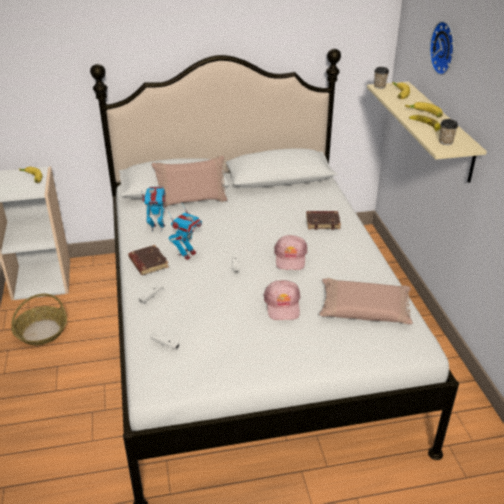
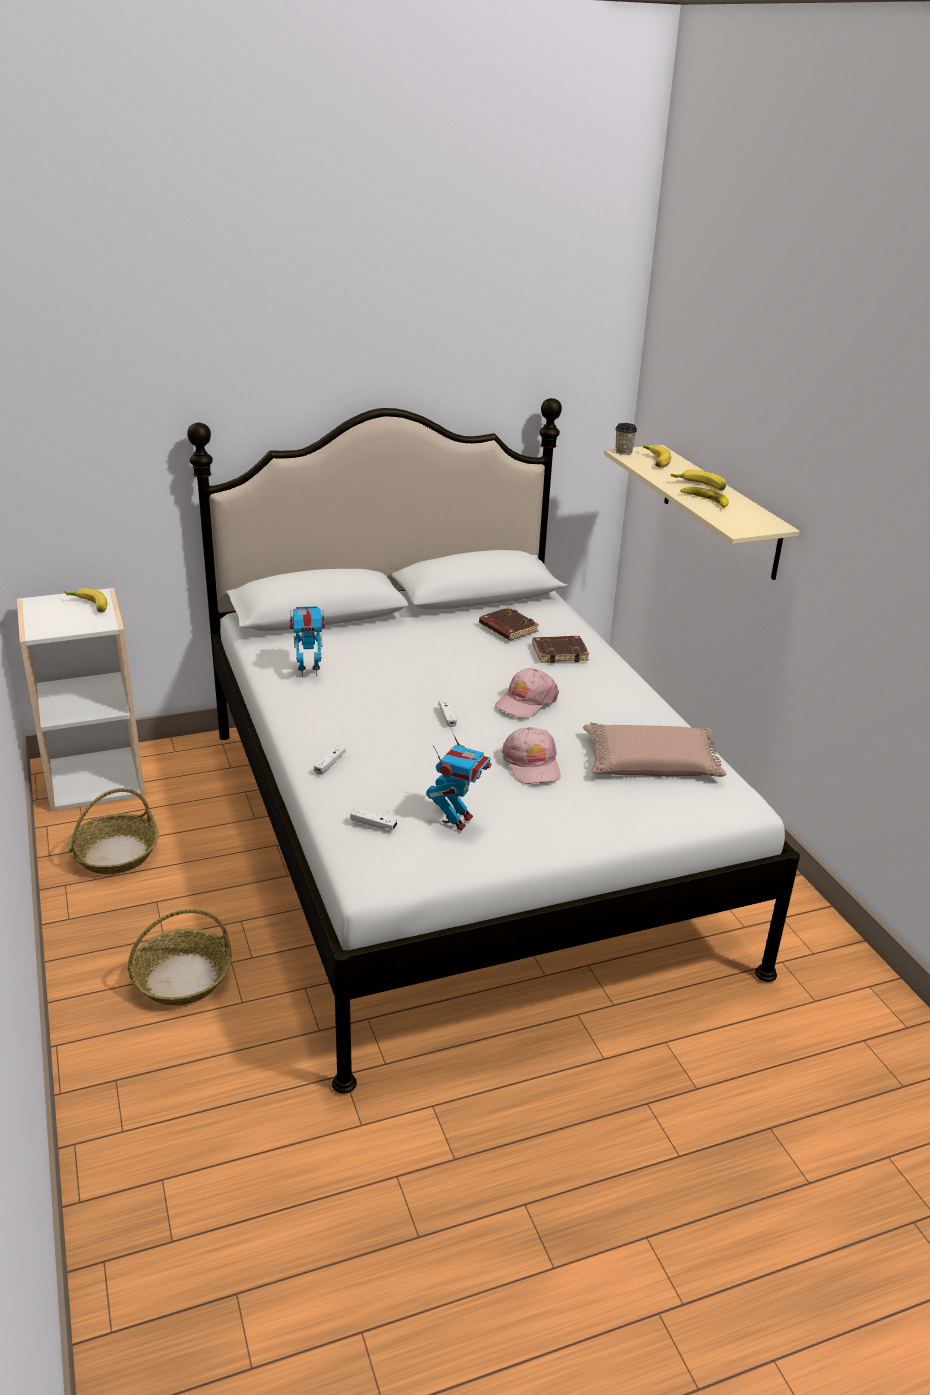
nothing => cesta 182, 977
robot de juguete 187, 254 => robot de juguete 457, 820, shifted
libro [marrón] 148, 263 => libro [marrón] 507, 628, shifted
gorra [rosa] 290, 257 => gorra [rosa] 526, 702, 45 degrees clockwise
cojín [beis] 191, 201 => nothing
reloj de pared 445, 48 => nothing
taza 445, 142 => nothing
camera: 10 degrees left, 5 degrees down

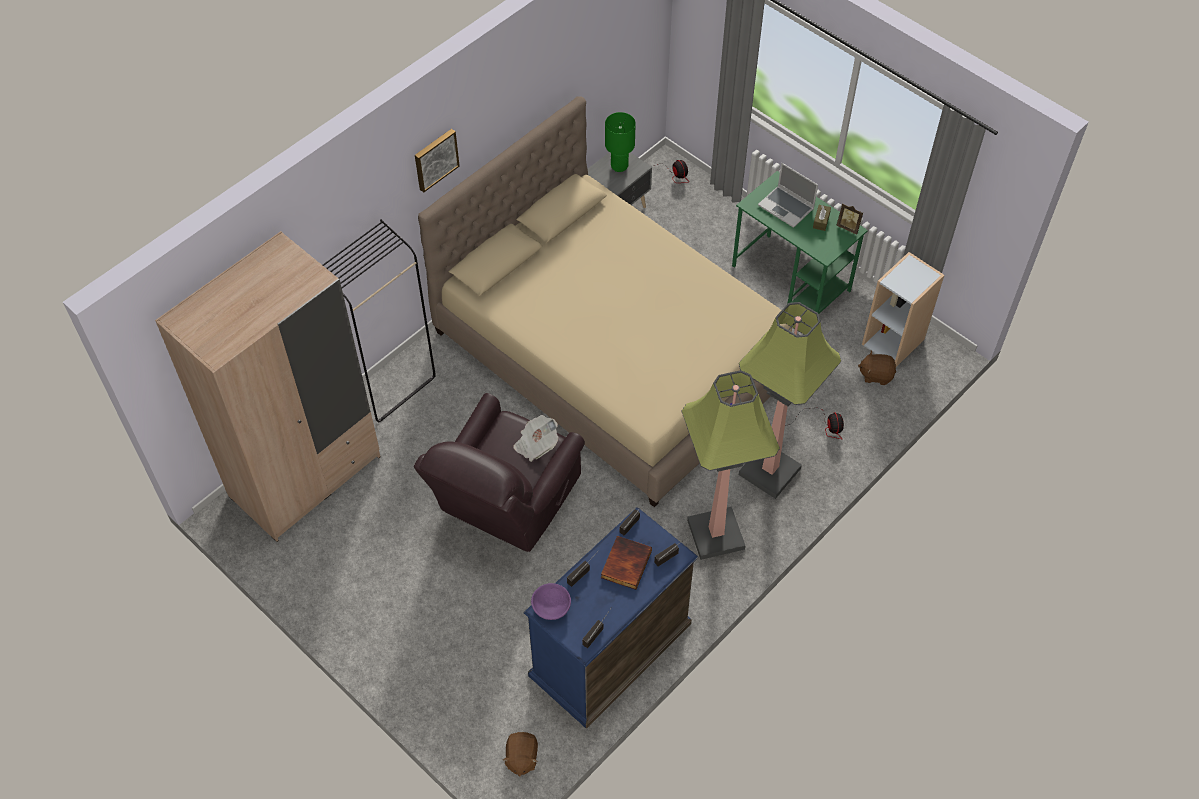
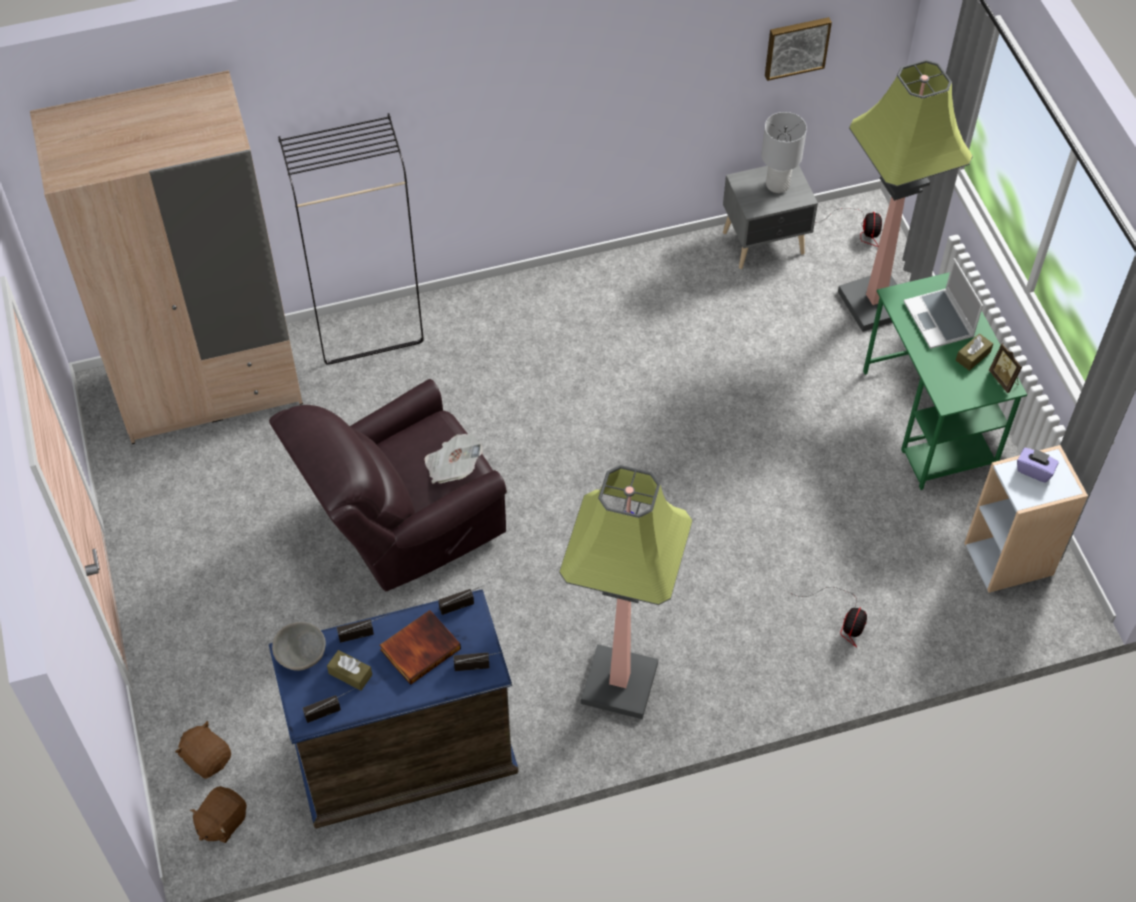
peluche [marrón] 876, 375 => peluche [marrón] 207, 758, shifted
cuenco [morado] 552, 607 => cuenco [gris] 302, 654
nothing => caja de pañuelos [marrón] 350, 674
lámpara de mesa [verde] 619, 167 => lámpara de mesa [gris] 777, 187
cuadro 435, 159 => cuadro 796, 46, shifted
lámpara de pie 769, 472 => lámpara de pie 874, 304, shifted
nothing => caja de pañuelos [morado] 1034, 470
cama [beis] 613, 353 => nothing
camera: 30 degrees right, 0 degrees up

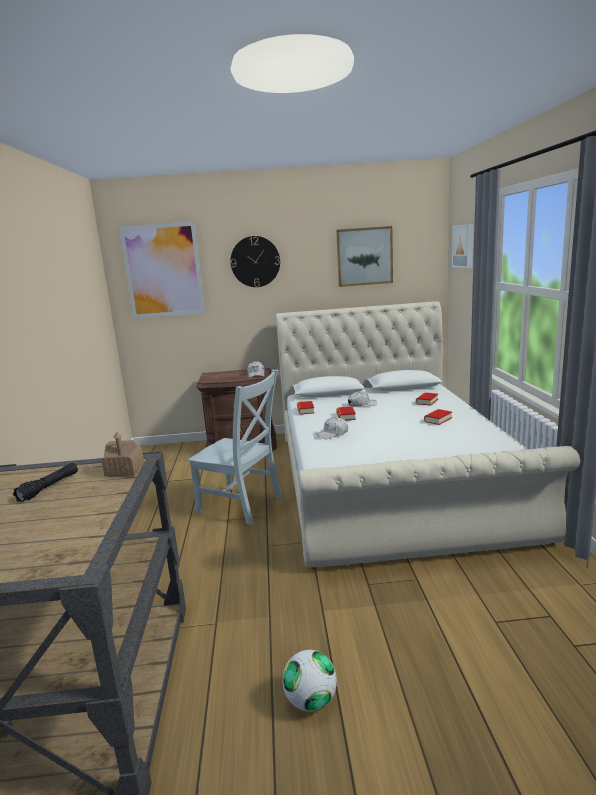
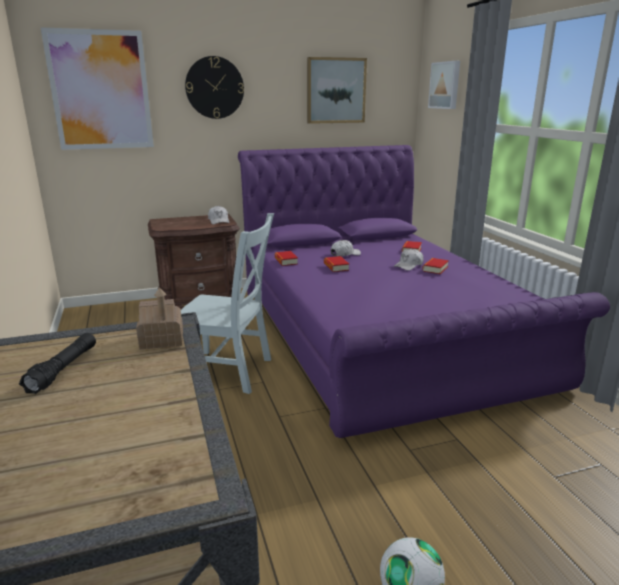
cama [beis] 389, 478 => cama [morado] 379, 332
gorra [blanco] 332, 434 => gorra [blanco] 409, 265, shifted
camera: 15 degrees left, 5 degrees up

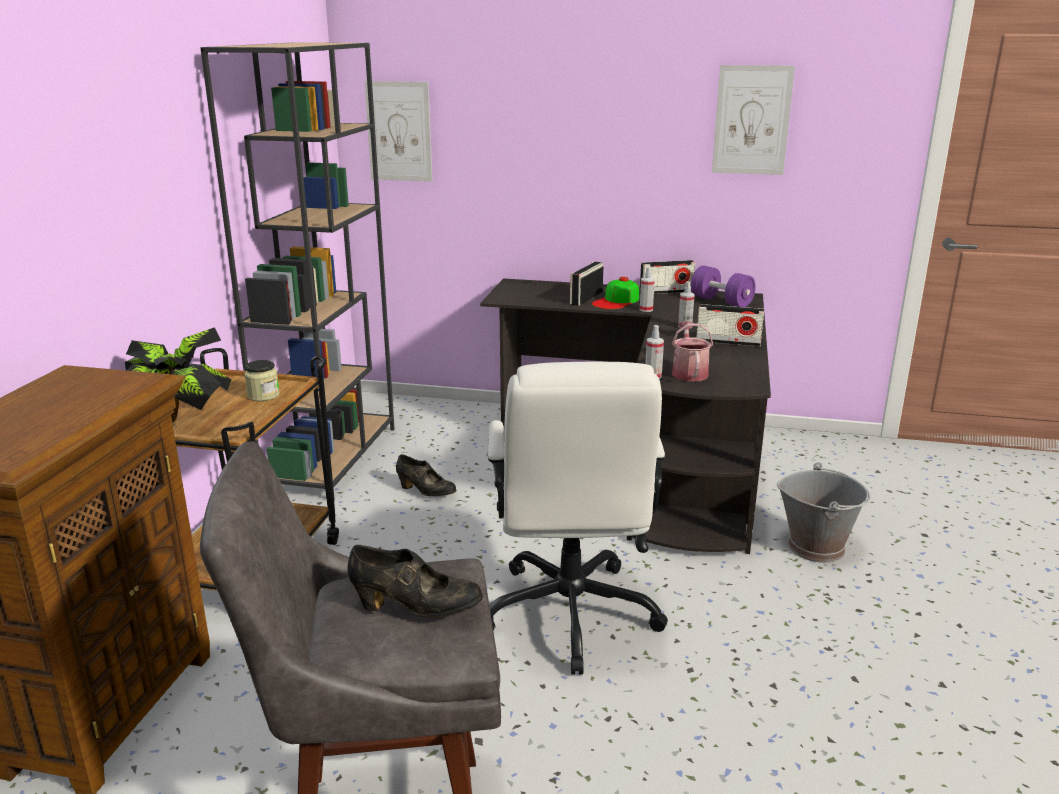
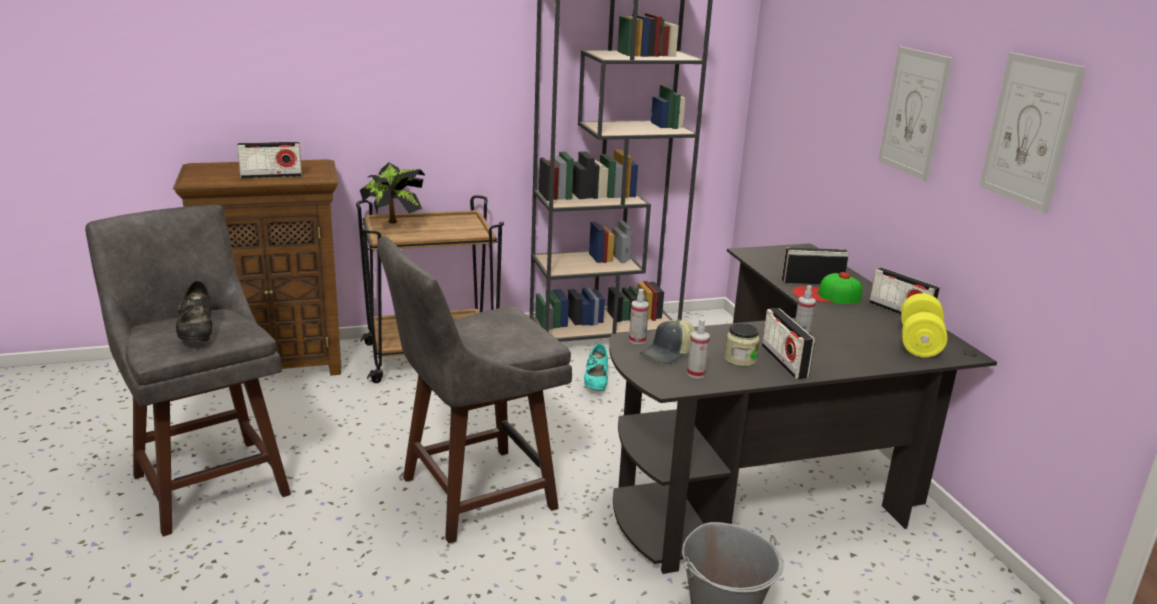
nothing => radio 271, 176
silla de oficina [blanco] 571, 620 => taburete [gris] 472, 494
zapato [negro] 426, 492 => zapato [turquesa] 596, 383
regadera 689, 372 => gorra 669, 354
pulverizador 646, 309 => pulverizador 696, 373, shifted
tarro 263, 395 => tarro 740, 360, shifted
cuadro 399, 131 => cuadro 914, 112, shifted
mancuerna [morado] 721, 301 => mancuerna [amarillo] 919, 342
camera: 60 degrees right, 0 degrees up

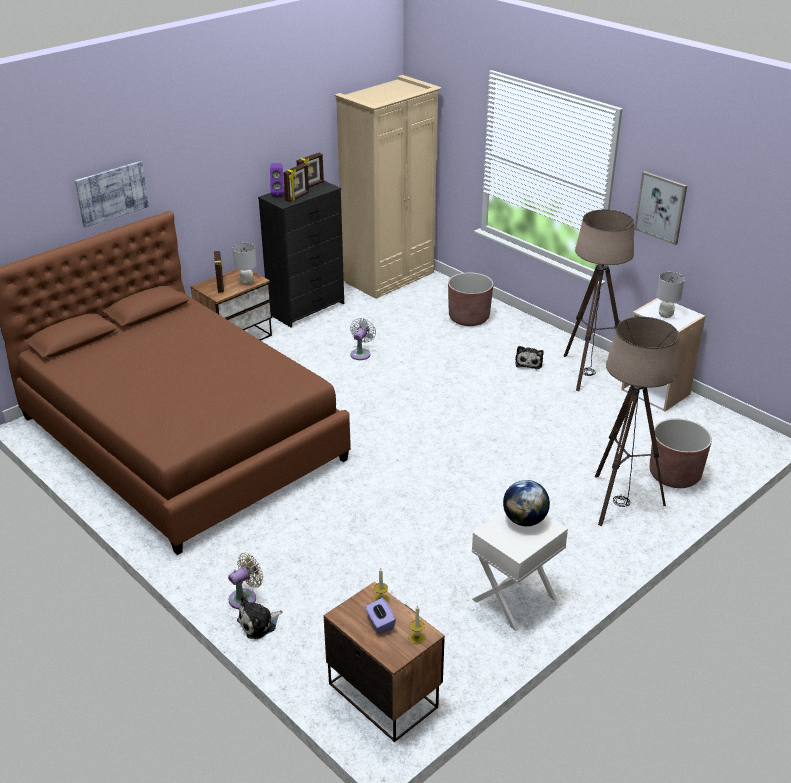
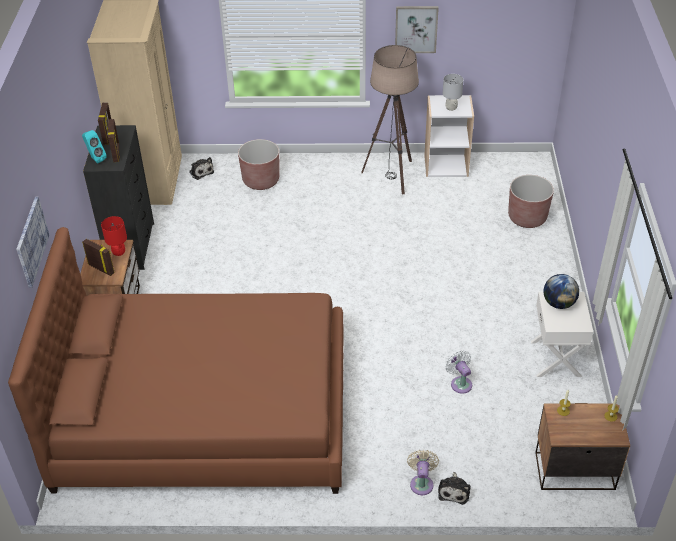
altavoz [morado] 278, 194 => altavoz [turquesa] 95, 159
lámpara de mesa [gris] 247, 282 => lámpara de mesa [rojo] 119, 252
peluche 529, 362 => peluche 201, 171, shifted
ventilador [blanco] 361, 353 => ventilador [blanco] 460, 383, shifted
caja de pañuelos [morado] 380, 623 => nothing
lámpara de pie 620, 501 => nothing
camera: 45 degrees left, 10 degrees up

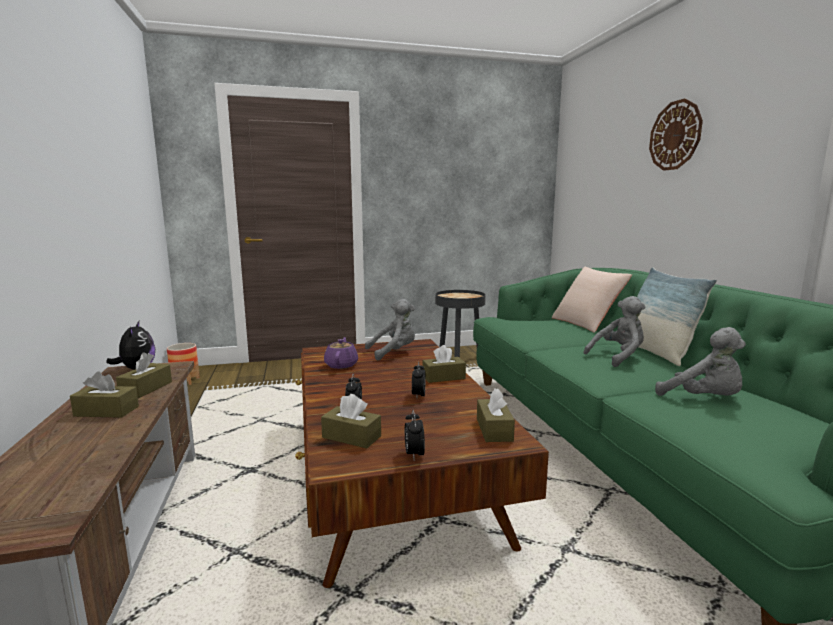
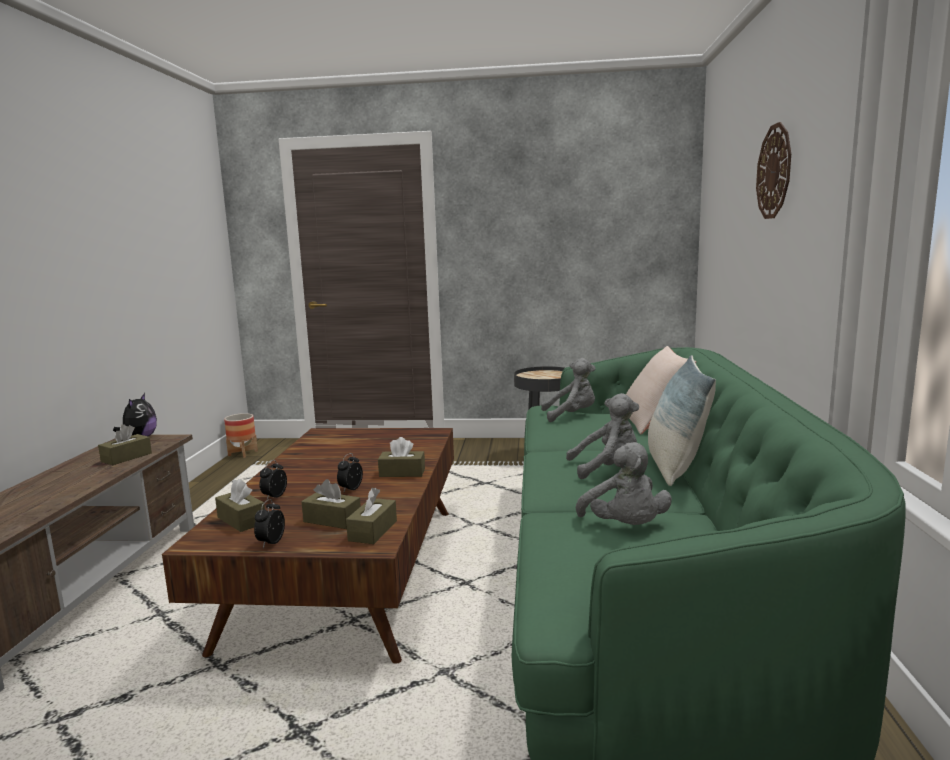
caja de pañuelos [marrón] 106, 411 => caja de pañuelos [marrón] 332, 520, shifted
peluche [gris] 394, 352 => peluche [gris] 571, 415, shifted
tetera [morado] 341, 365 => nothing
camera: 20 degrees right, 0 degrees up

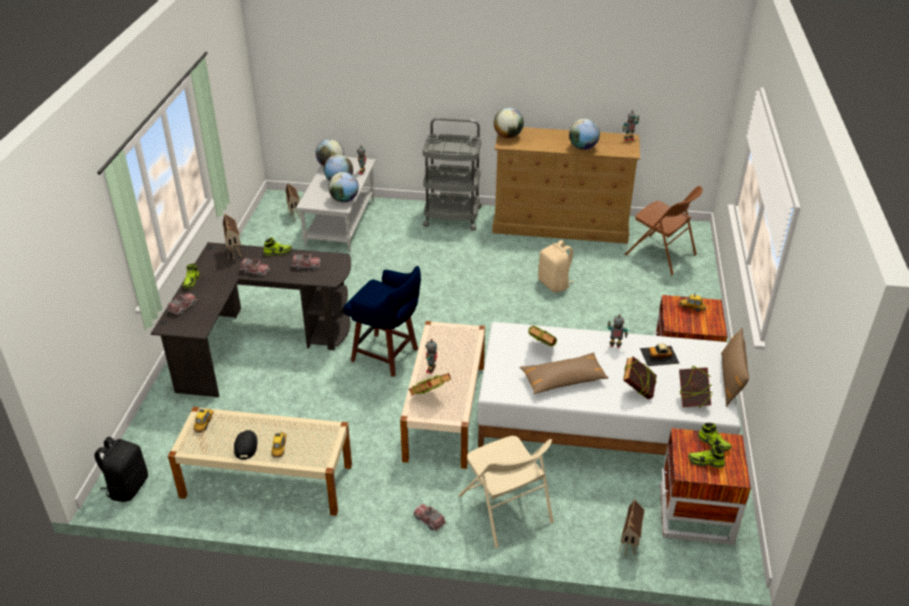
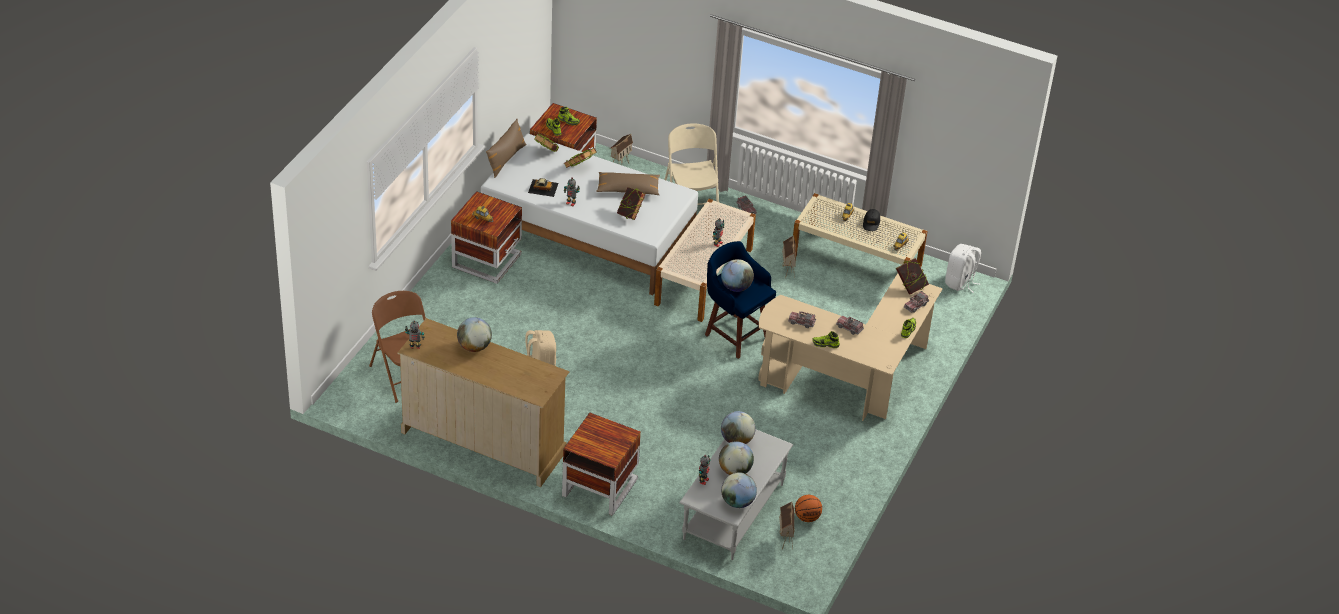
carrito [gris] 452, 217 => mesita de noche 600, 487
globo terráqueo 508, 136 => globo terráqueo 736, 287, shifted
escritorio [negro] 256, 341 => escritorio [beis] 850, 379
casita 234, 253 => casita 787, 270, shifted
nothing => balón de baloncesto 807, 517
libro 429, 397 => libro 910, 287, shifted
mochila [negro] 127, 487 => mochila [blanco] 960, 282
camera: 165 degrees left, 5 degrees up

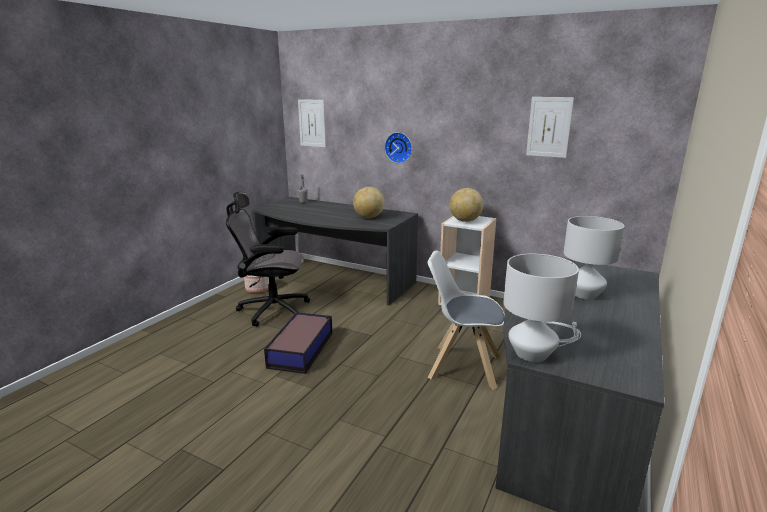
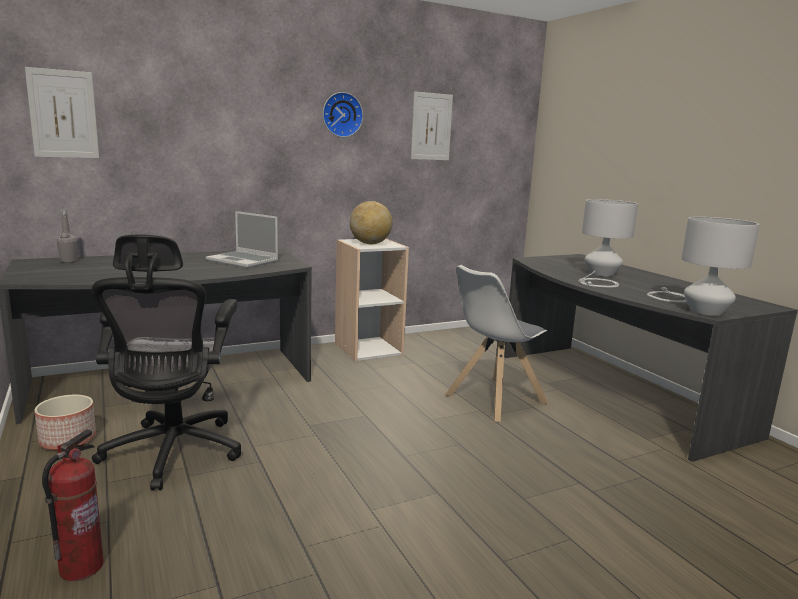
nothing => extintor 81, 567
silla de oficina 273, 311 => silla de oficina 174, 452, 45 degrees counterclockwise
globo terráqueo 369, 217 => portátil 244, 261
reloj de pared 399, 147 => reloj de pared 341, 114, shifted
caja de almacenaje 302, 349 => nothing
camera: 55 degrees left, 5 degrees down

